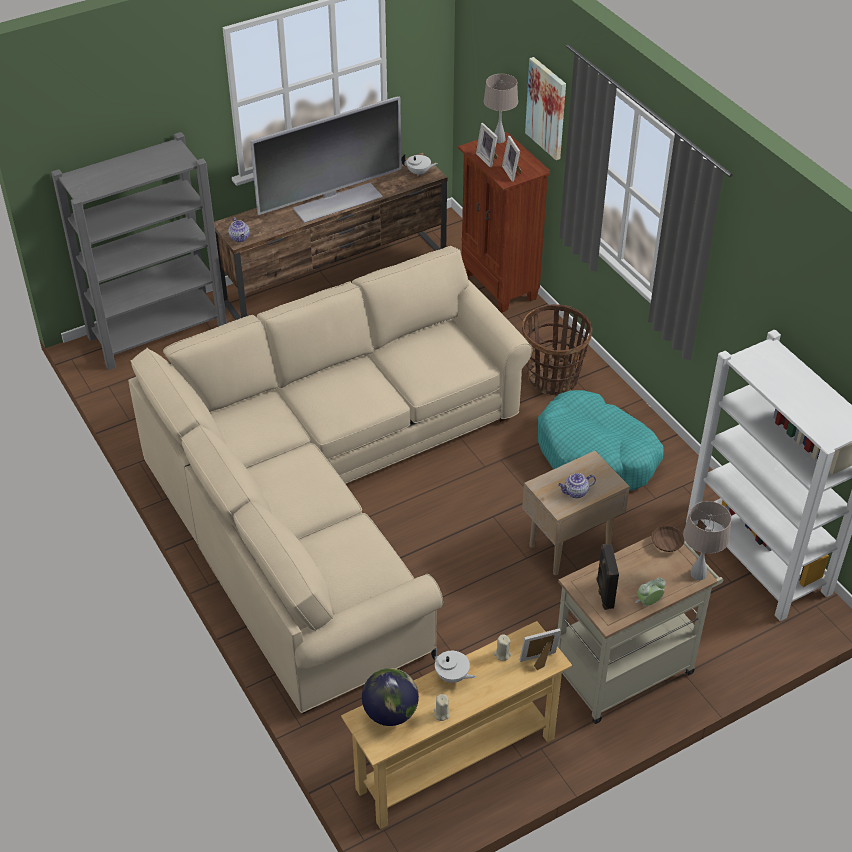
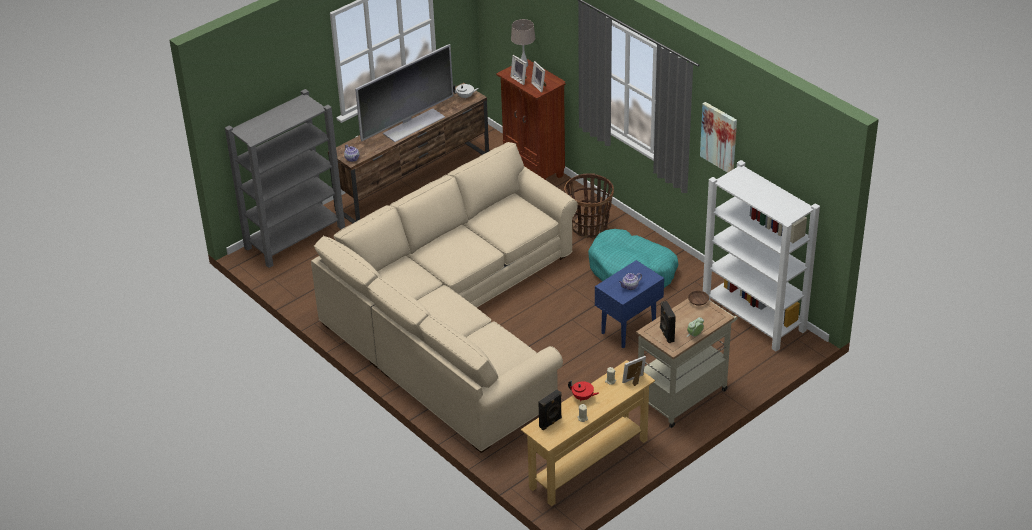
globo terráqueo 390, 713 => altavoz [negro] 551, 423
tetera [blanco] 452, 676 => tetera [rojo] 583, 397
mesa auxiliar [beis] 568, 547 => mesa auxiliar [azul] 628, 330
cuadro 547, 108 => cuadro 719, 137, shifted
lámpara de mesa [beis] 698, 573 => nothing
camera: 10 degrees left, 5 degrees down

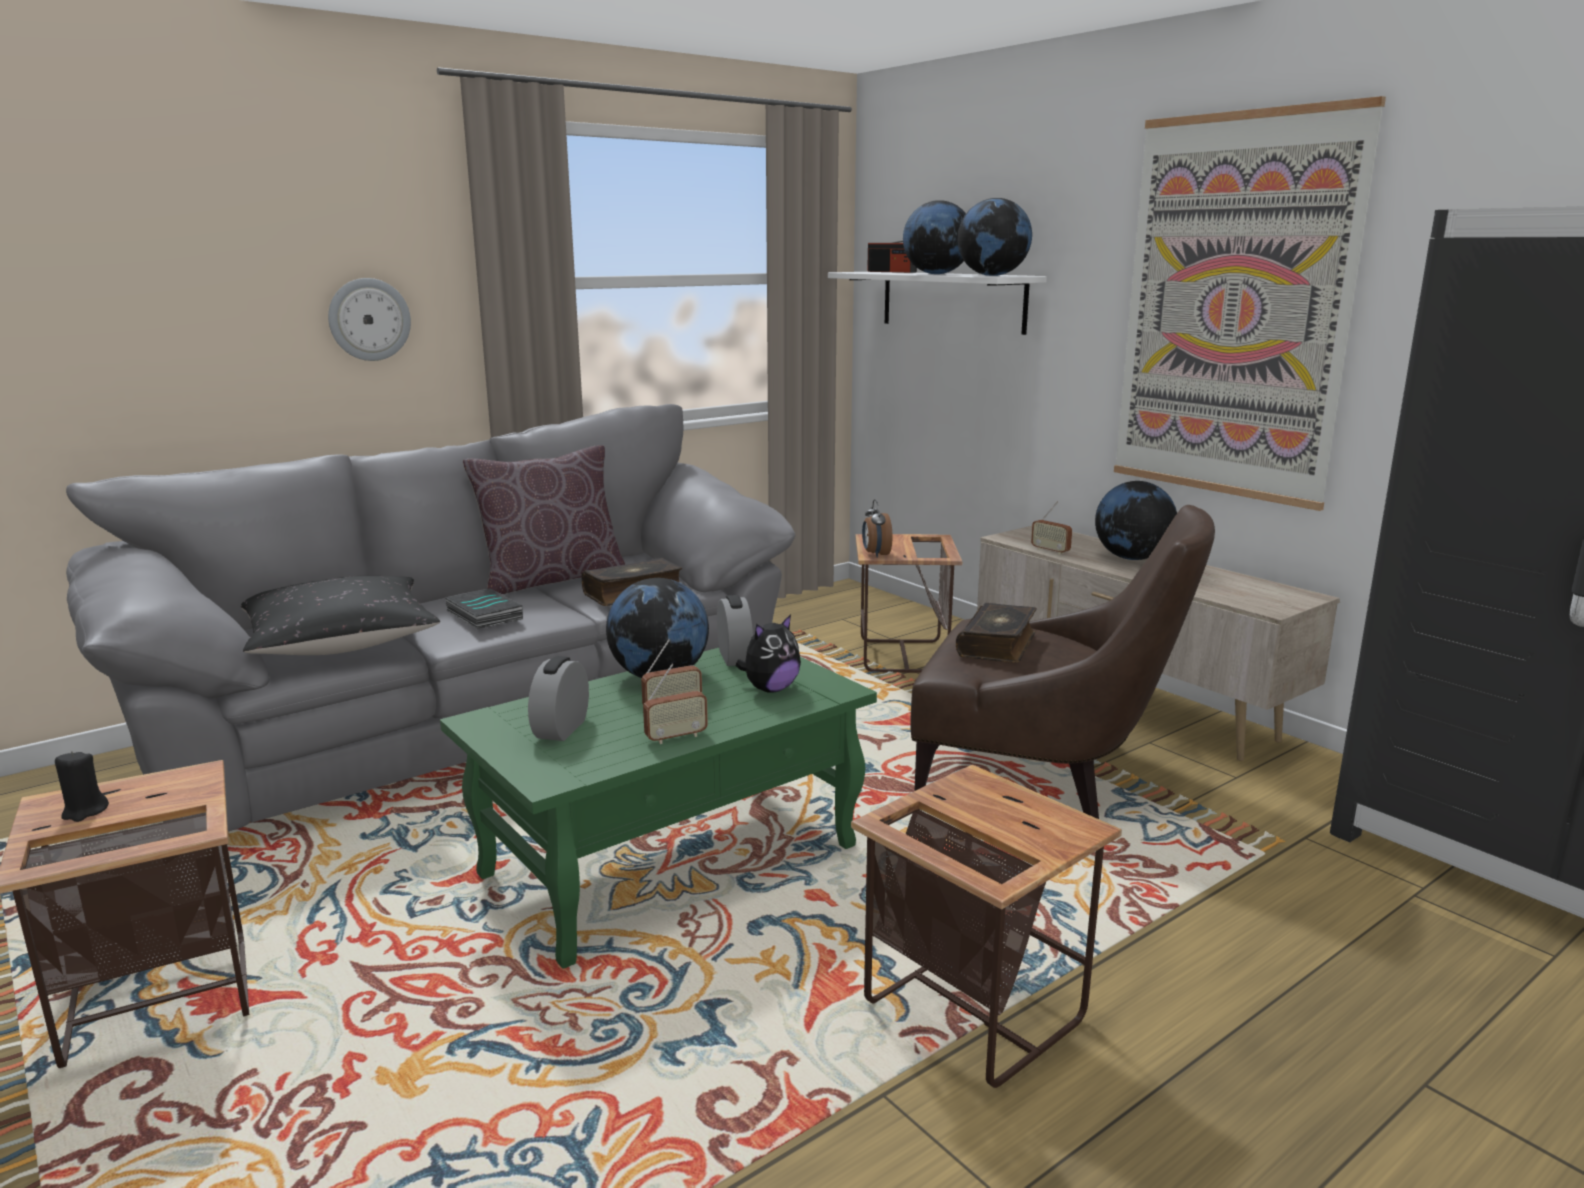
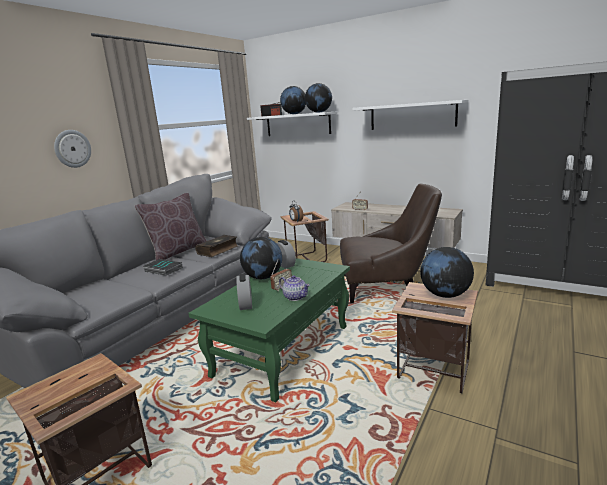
radio 676, 737 => tetera 295, 297
cuadro 1233, 309 => estante [blanco] 412, 116
globo terráqueo 1132, 558 => globo terráqueo 445, 295, shifted
vela [negro] 84, 811 => nothing
cojín [negro] 340, 641 => nothing
peluche 770, 689 => nothing
libro 998, 645 => nothing
camera: 20 degrees left, 0 degrees up

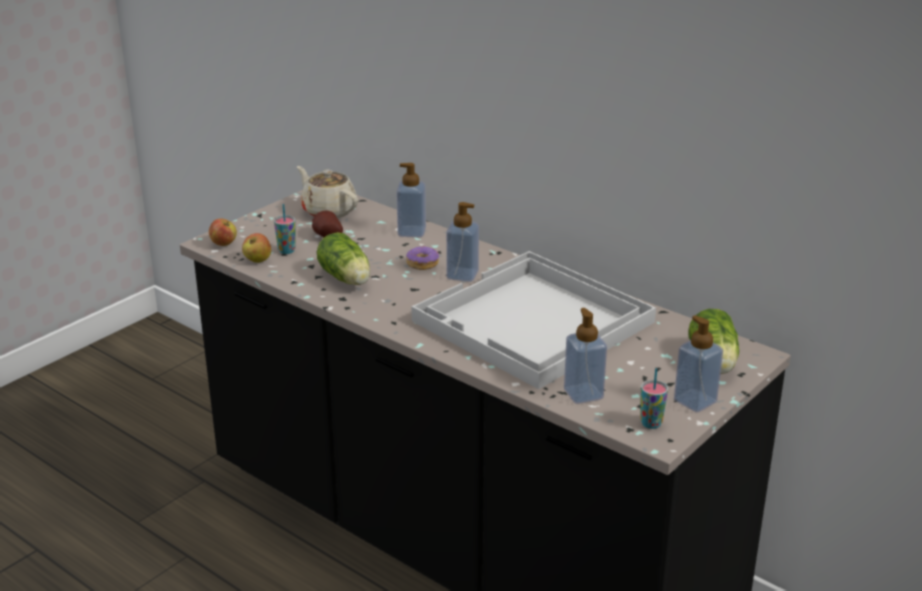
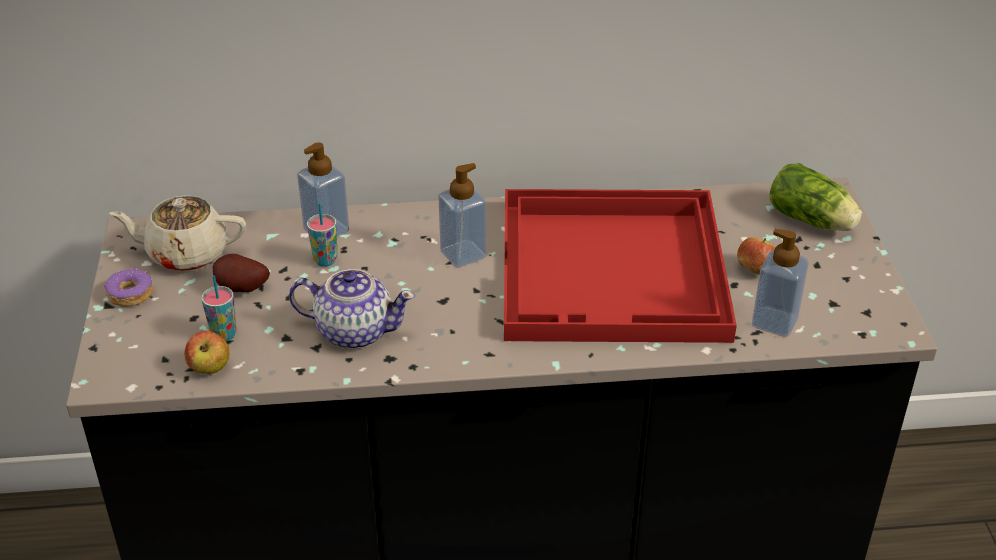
rosquilla 422, 263 => rosquilla 130, 294, shifted
lechuga 347, 279 => tetera 354, 331
taza 651, 423 => taza 325, 260, shifted
bandeja [blanco] 533, 323 => bandeja [rojo] 614, 271
manzana 224, 244 => manzana 755, 270, shifted
dispensador de jabón 695, 401 => nothing
camera: 45 degrees left, 10 degrees up

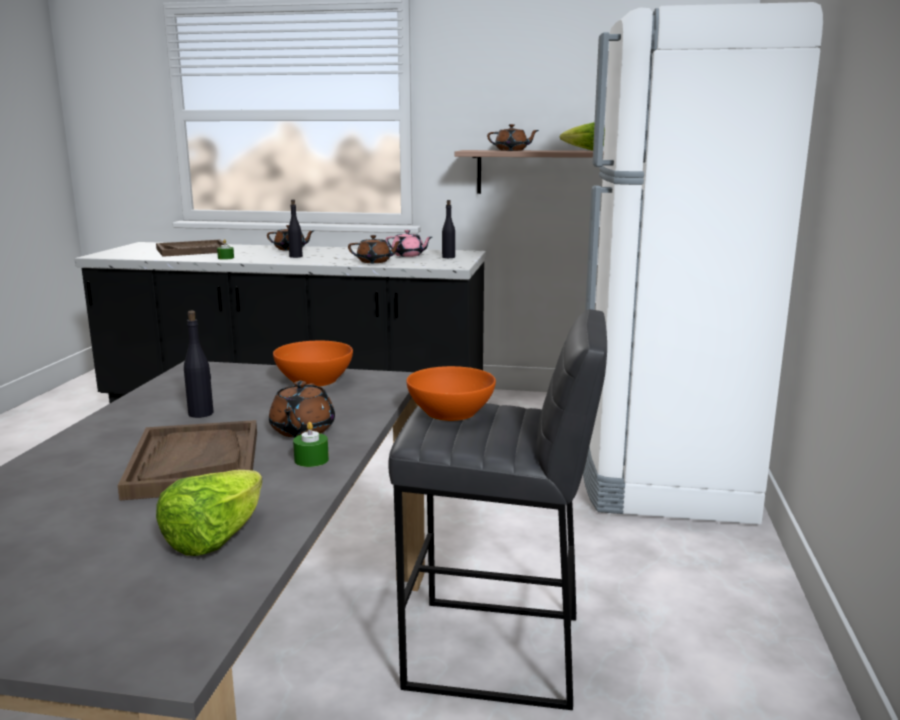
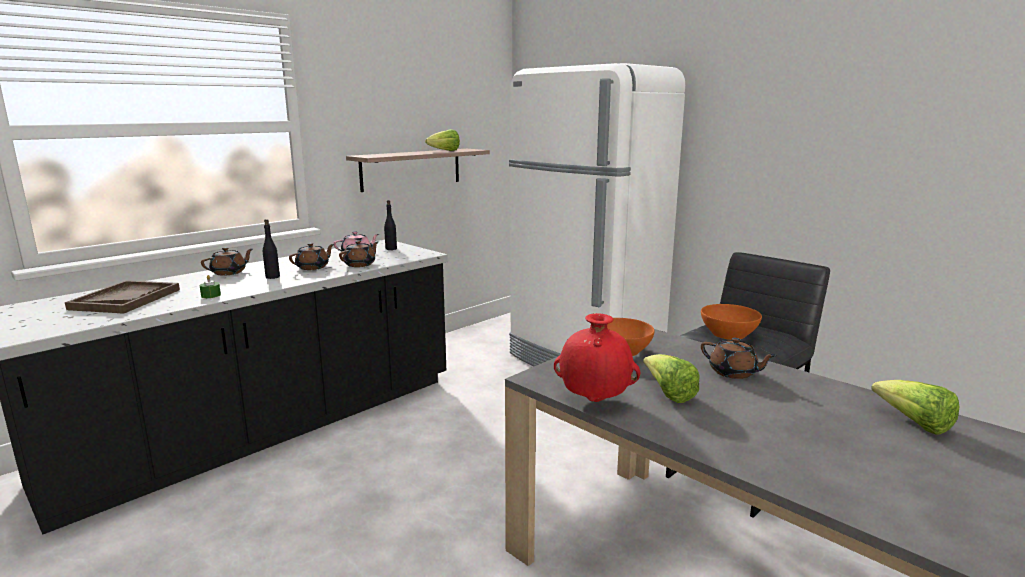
tetera [marrón] 512, 150 => tetera [marrón] 313, 267, shifted
nothing => florero [rojo] 595, 400
botella [negro] 201, 413 => lechuga 668, 394
bandeja [marrón] 194, 463 => nothing
vela [verde] 311, 460 => nothing
camera: 55 degrees left, 0 degrees up

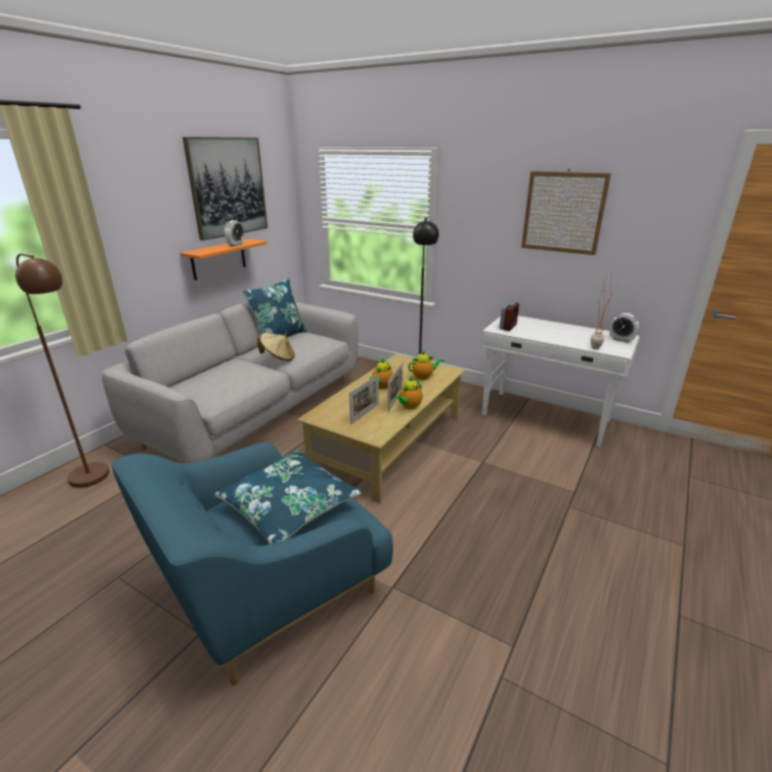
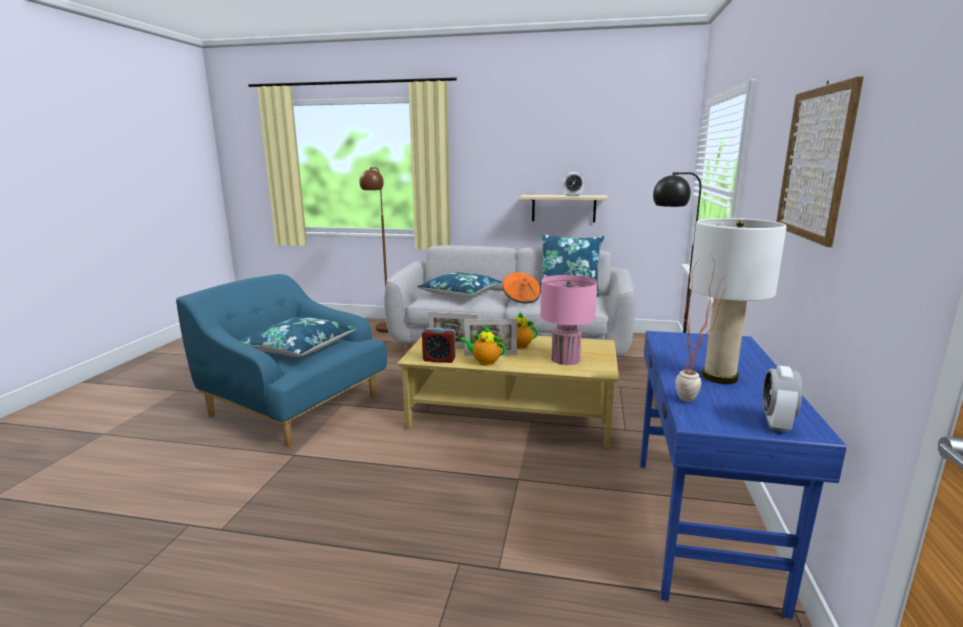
nothing => cojín [azul] 460, 294
despertador 508, 327 => despertador 439, 359, shifted
sombrero [beis] 278, 358 => sombrero [naranja] 521, 299
estante [naranja] 218, 259 => estante [beis] 563, 208
tetera 424, 377 => lámpara de mesa [rosa] 565, 359
mesa consola [blanco] 546, 418 => mesa consola [azul] 702, 528
nothing => lámpara de mesa [blanco] 719, 377
cuadro 228, 187 => nothing
camera: 70 degrees right, 10 degrees down

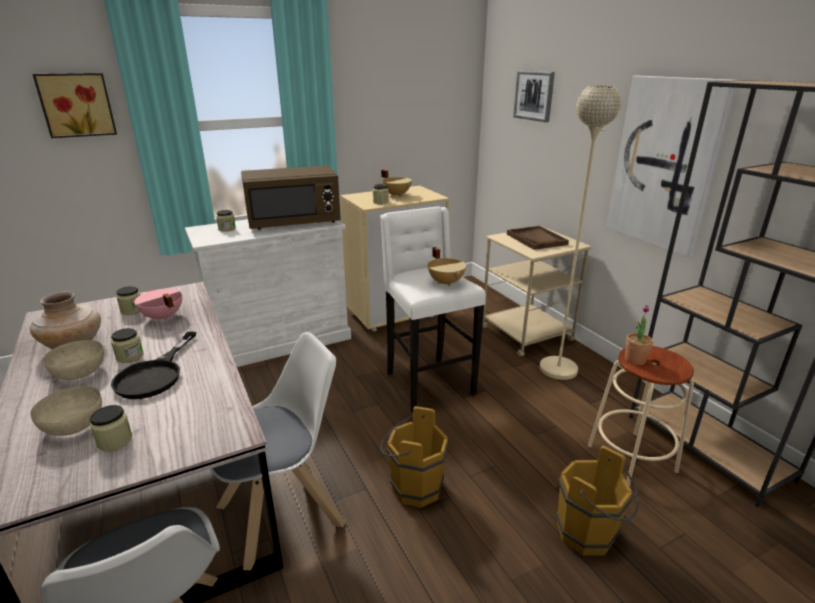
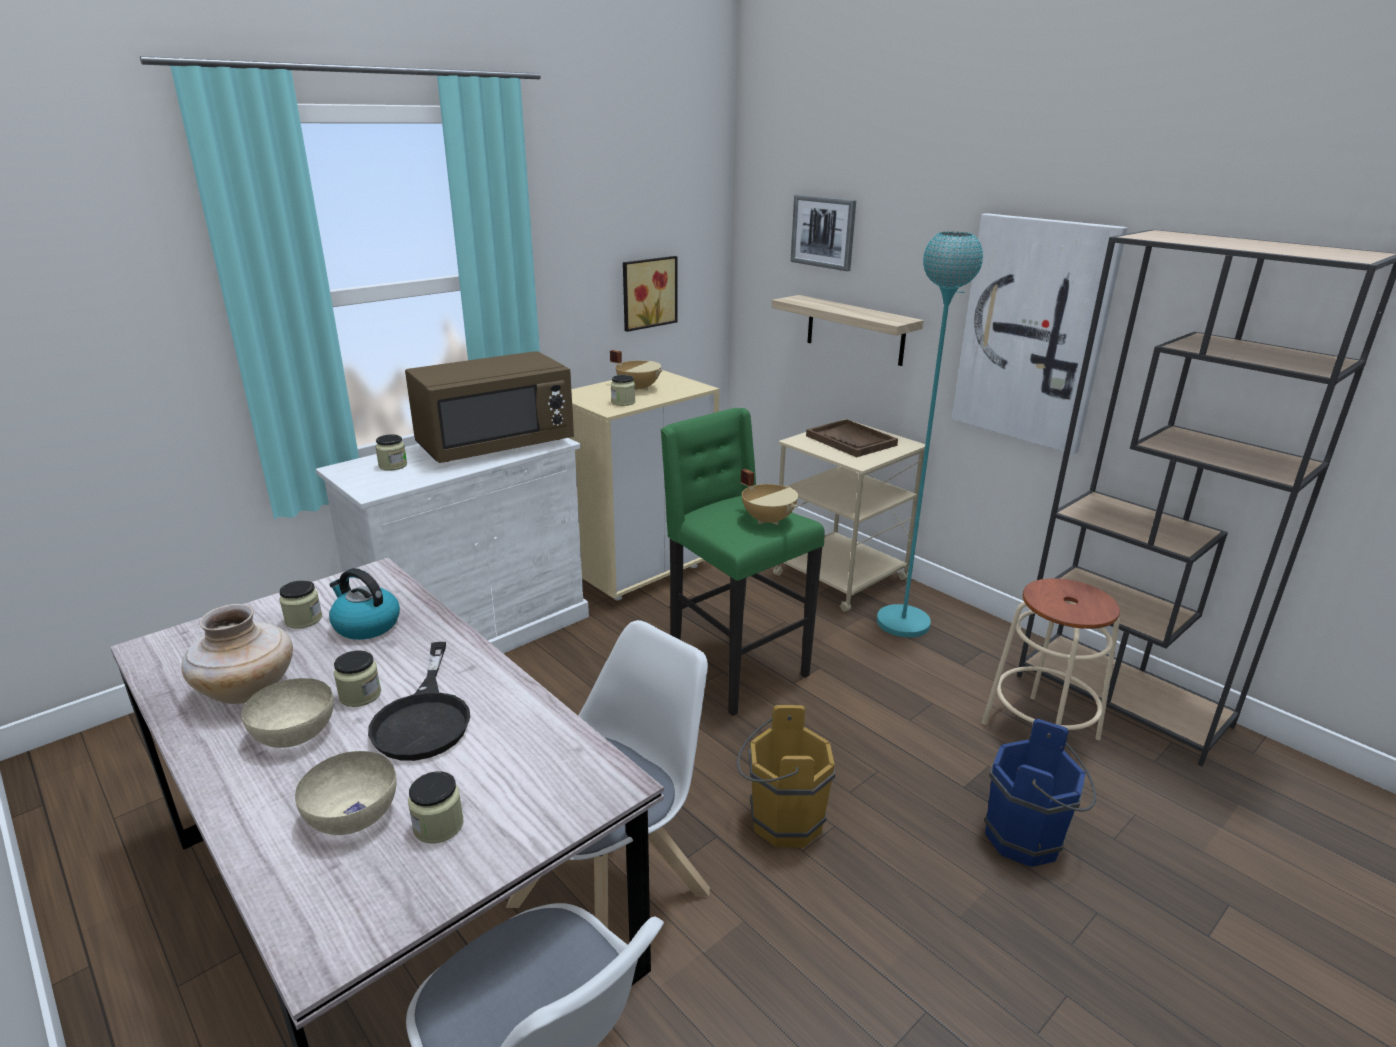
olla [rosa] 162, 317 => hervidor 365, 625
cuadro 77, 105 => cuadro 648, 292, shifted
taburete [blanco] 427, 383 => taburete [verde] 734, 669
nothing => estante 855, 330
lámpara de pie [beis] 558, 369 => lámpara de pie [turquesa] 903, 623
cubo [marrón] 589, 536 => cubo [azul] 1029, 841
planta en maceta 635, 360 => nothing
camera: 15 degrees left, 0 degrees up

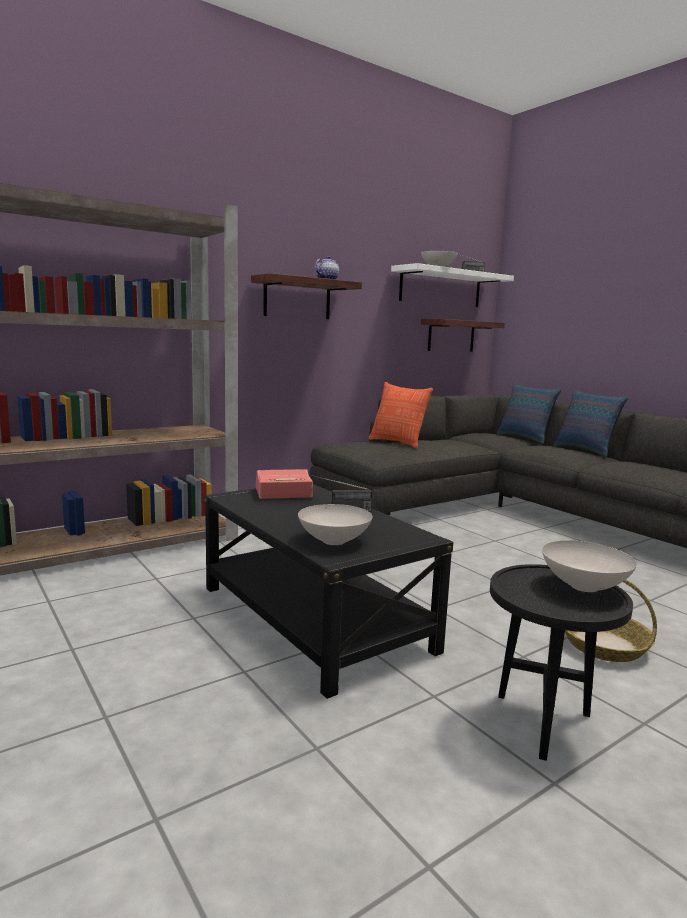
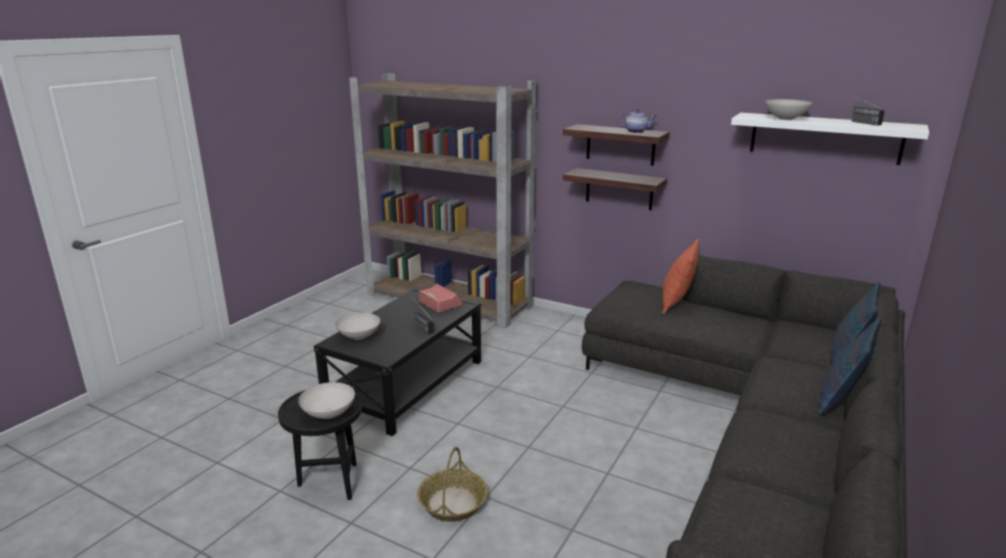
estante 451, 336 => estante 619, 189, shifted
camera: 65 degrees right, 10 degrees up

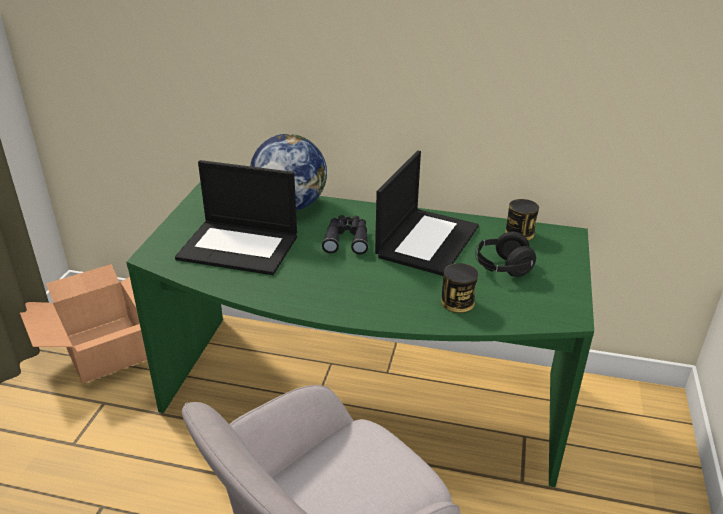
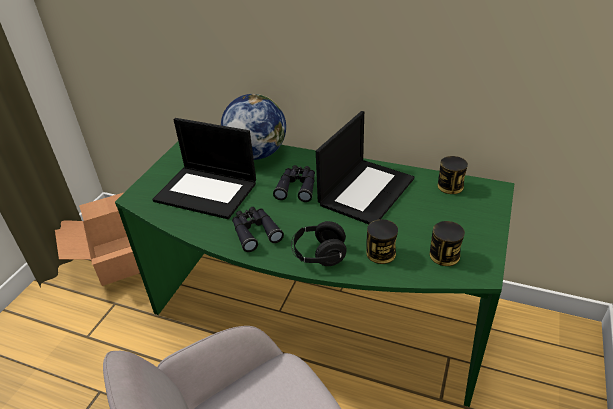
nothing => prismáticos [negro] 255, 232
auriculares [negro] 502, 268 => auriculares [negro] 319, 255, shifted
nothing => lata 444, 255
camera: 10 degrees right, 5 degrees up

